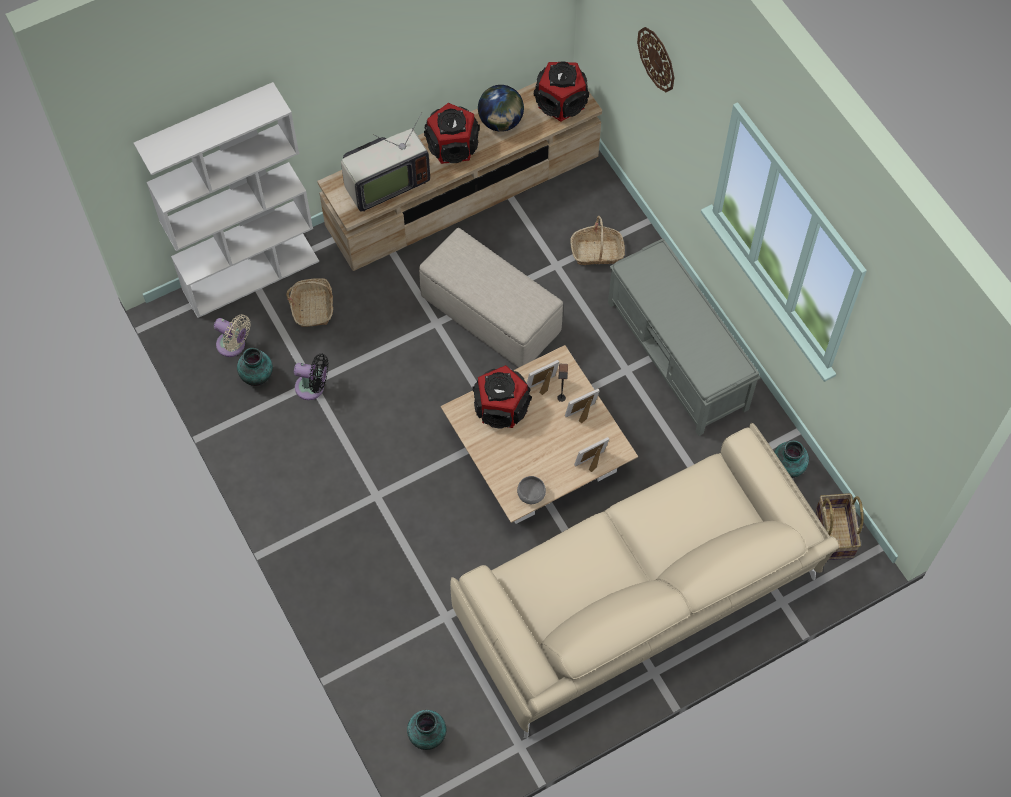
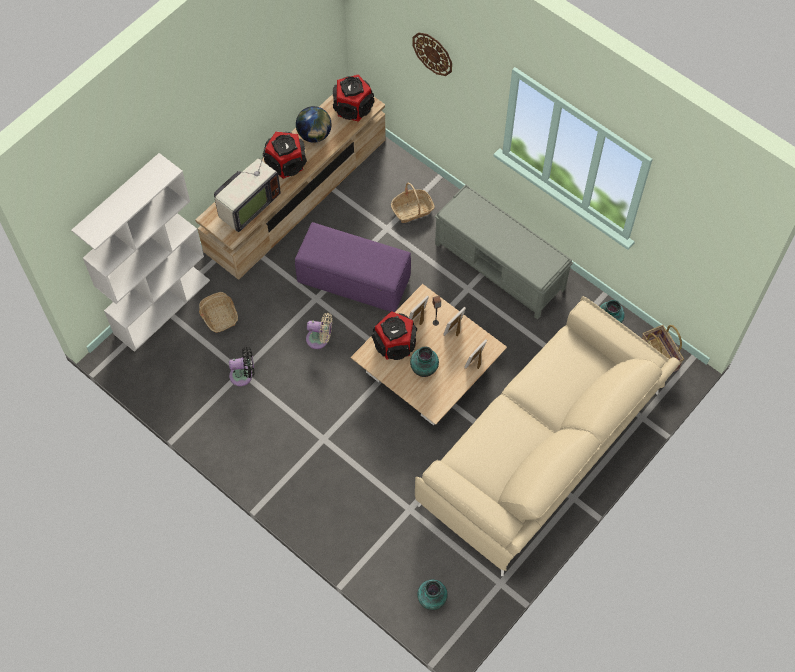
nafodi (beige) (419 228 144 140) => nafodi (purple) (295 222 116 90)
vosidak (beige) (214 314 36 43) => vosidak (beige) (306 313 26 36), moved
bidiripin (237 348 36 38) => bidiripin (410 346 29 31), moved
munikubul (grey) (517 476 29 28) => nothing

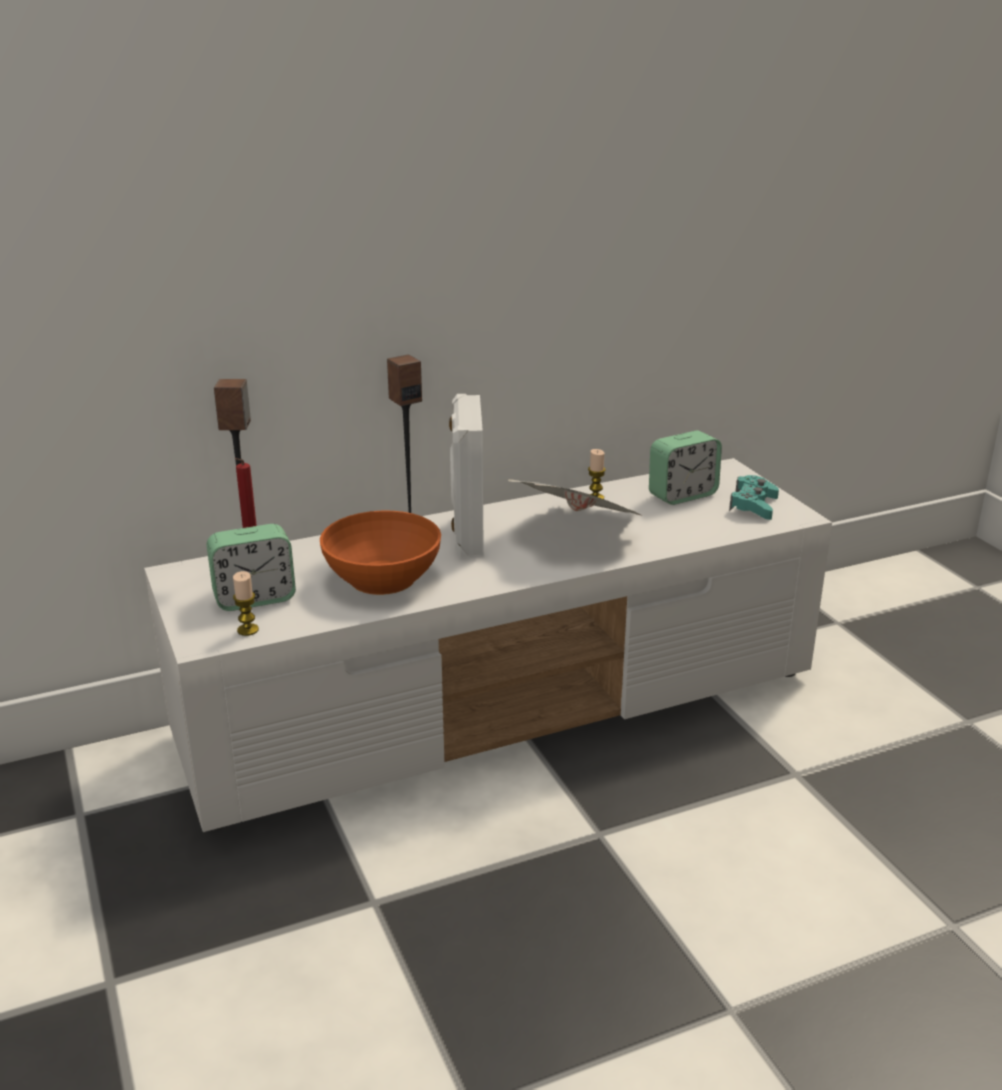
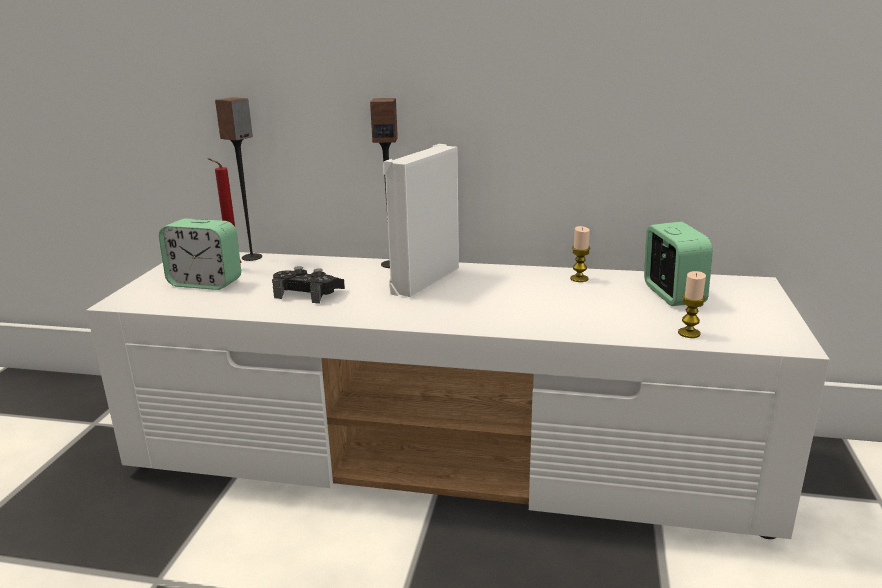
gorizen (649 431 73 74) => gorizen (644 222 69 84), 105 degrees counterclockwise
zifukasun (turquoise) (729 475 50 45) => nothing
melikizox (508 479 134 37) => nothing
munikubul (orange) (320 511 121 84) => zifukasun (black) (272 266 73 38)
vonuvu (233 571 26 65) => vonuvu (678 271 28 67), moved

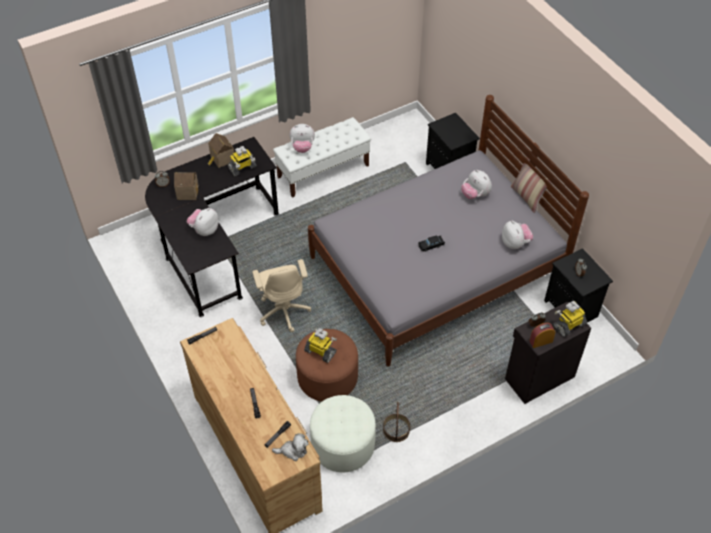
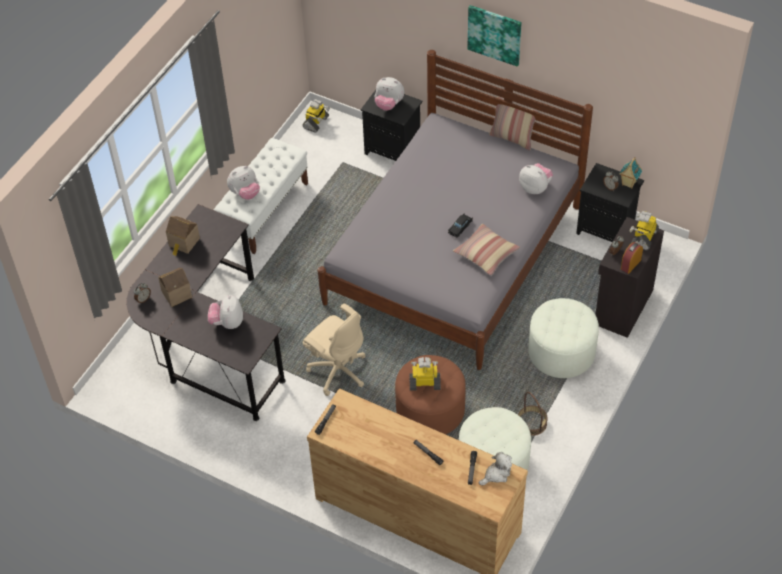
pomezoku (228 146 29 30) => pomezoku (302 99 28 34), moved
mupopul (461 170 31 29) => mupopul (375 77 29 34), moved
nothing => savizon (467 5 54 62)
nothing => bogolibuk (619 157 23 32)
nothing => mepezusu (453 224 67 52)
nothing => nafodi (white) (528 298 71 80)

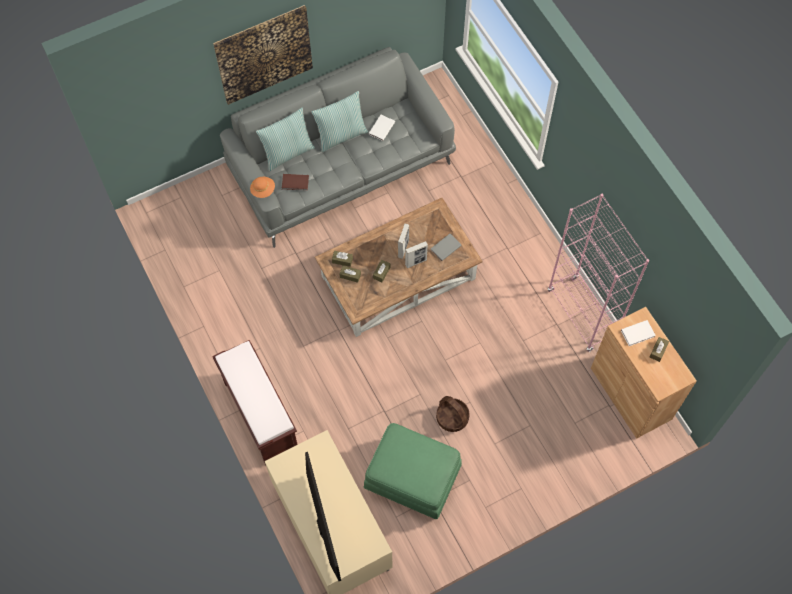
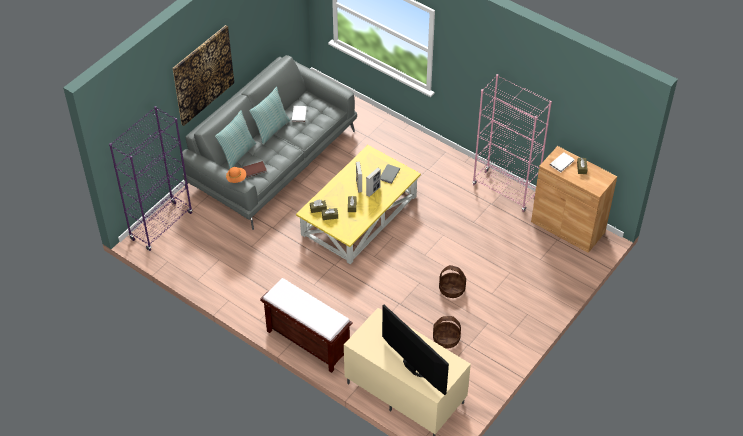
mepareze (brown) (315 198 167 139) => mepareze (yellow) (296 145 125 120)
nafodi (green) (364 423 98 96) => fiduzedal (433 316 28 33)
nothing => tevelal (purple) (109 106 83 145)

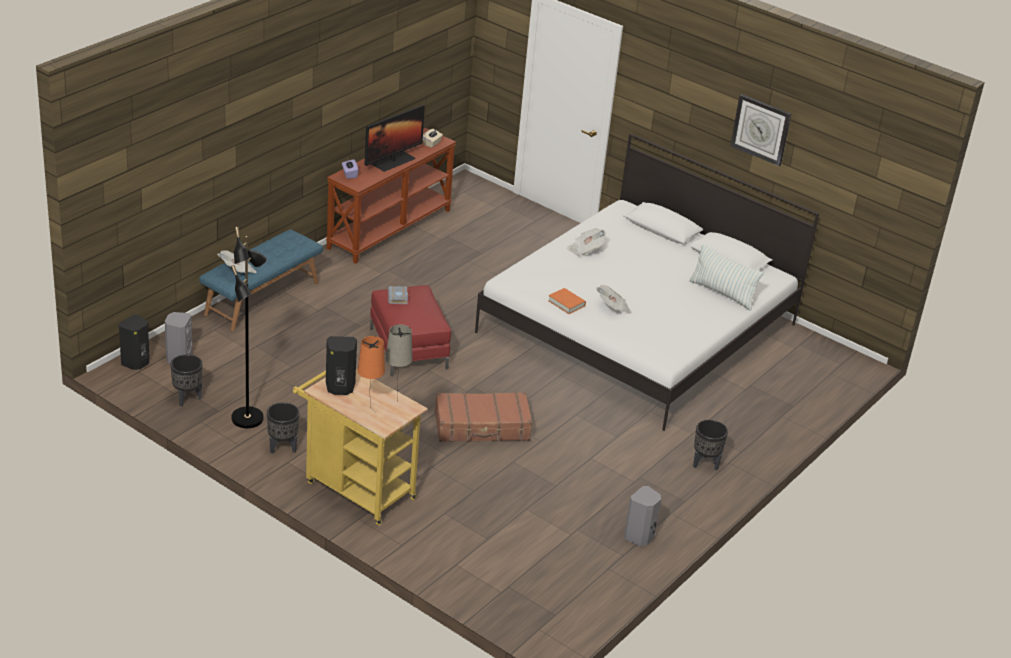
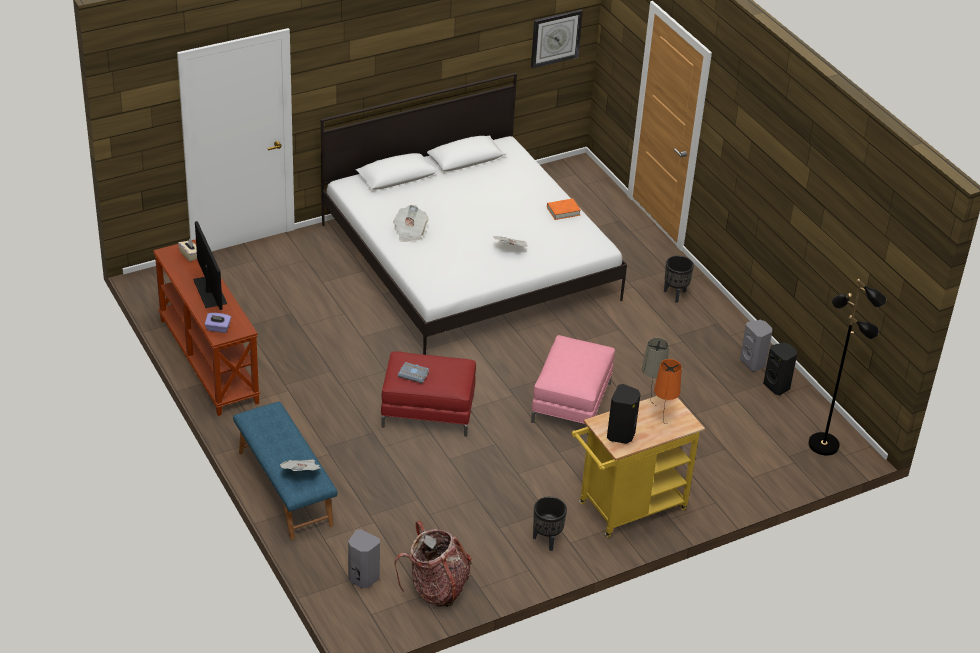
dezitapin (730 94 61 72) => dezitapin (531 10 52 58), moved
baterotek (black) (231 227 36 201) => baterotek (black) (808 279 79 177), moved
mepezusu (689 244 75 66) => nothing
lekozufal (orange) (548 288 38 26) => lekozufal (orange) (547 198 34 22), moved
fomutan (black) (119 315 31 55) => fomutan (black) (763 342 34 53), moved
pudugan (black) (170 354 32 53) => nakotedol (394 521 78 86)
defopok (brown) (435 392 97 50) => nafodi (pink) (531 335 84 101)

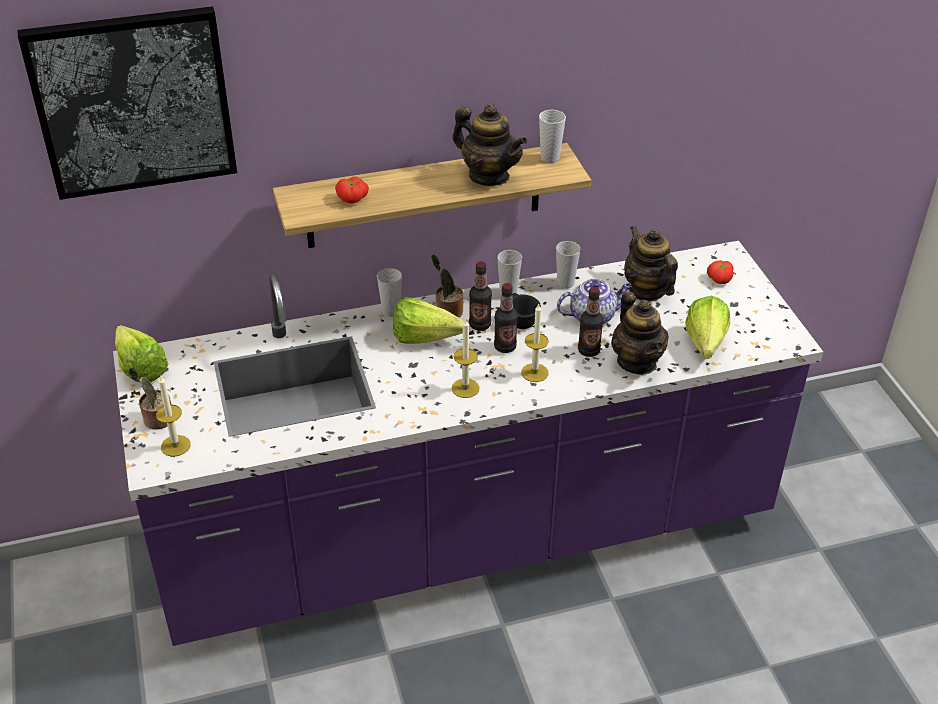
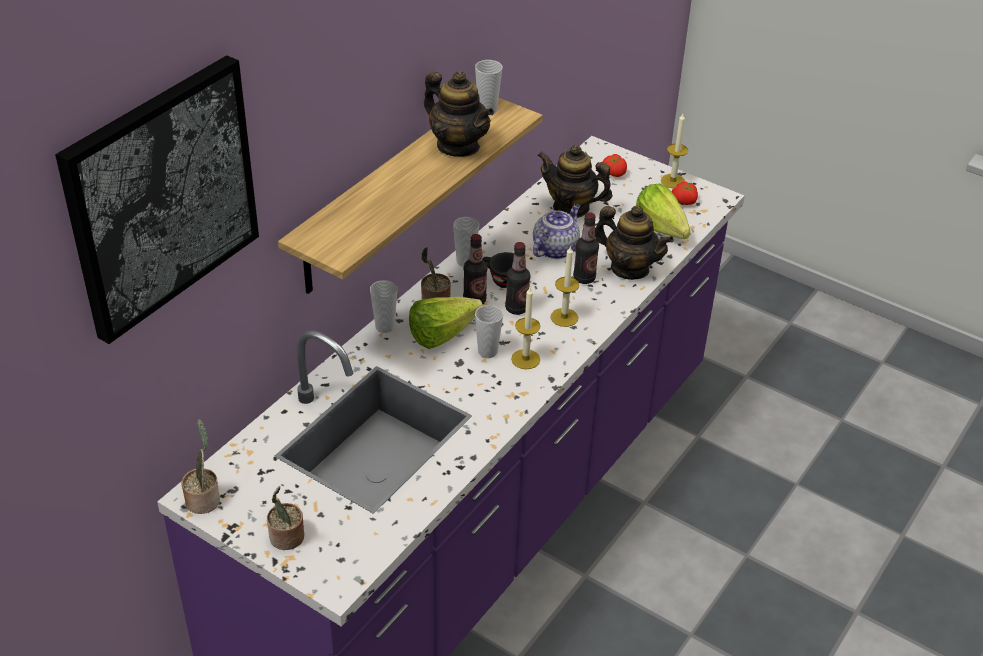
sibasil (453 104 74 82) => sibasil (424 71 70 86), 45 degrees clockwise
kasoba (335 177 34 27) => kasoba (672 181 26 24), moved
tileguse (556 241 25 48) => tileguse (475 305 28 53), moved
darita (115 325 53 57) => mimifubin (181 419 39 95)
vonuvu (156 375 35 82) => vonuvu (661 114 27 74), moved

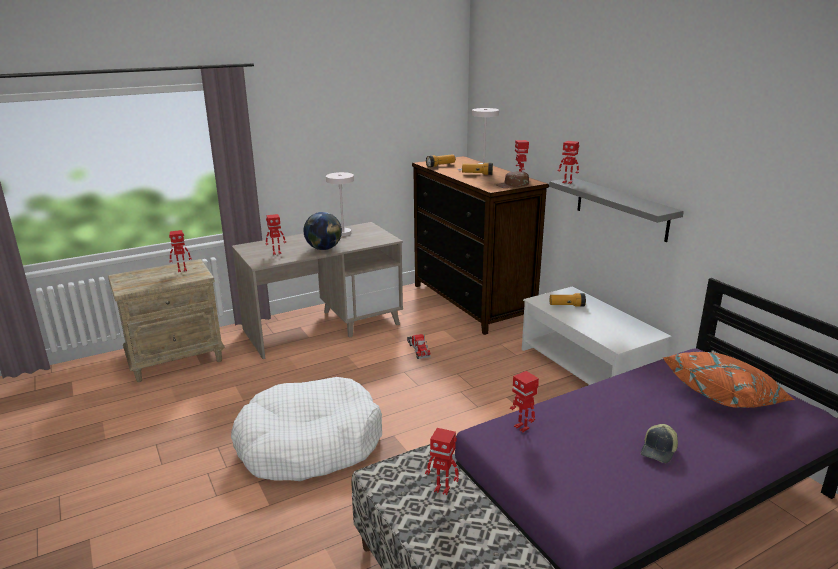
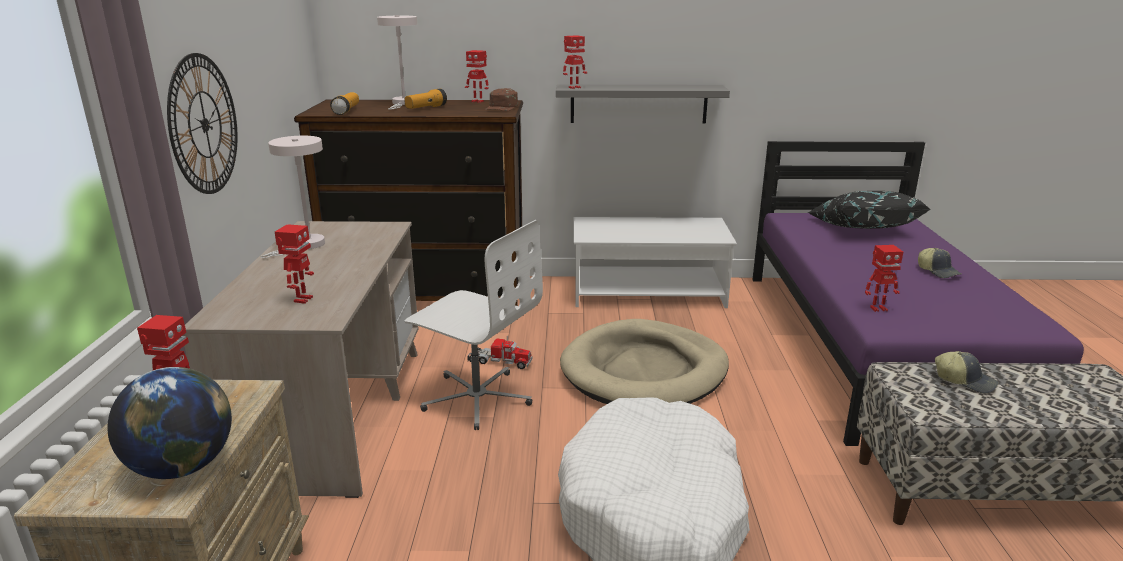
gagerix (304 212 38 38) => gagerix (107 367 125 112), moved
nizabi (549 293 37 14) => nothing
mepezusu (orange) (664 352 130 56) => mepezusu (black) (808 191 123 38)
pomezoku (425 428 34 67) => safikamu (935 351 64 43)
nothing => dezitapin (167 53 70 141)
nothing => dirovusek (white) (405 220 138 210)
nothing => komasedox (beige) (560 319 169 85)

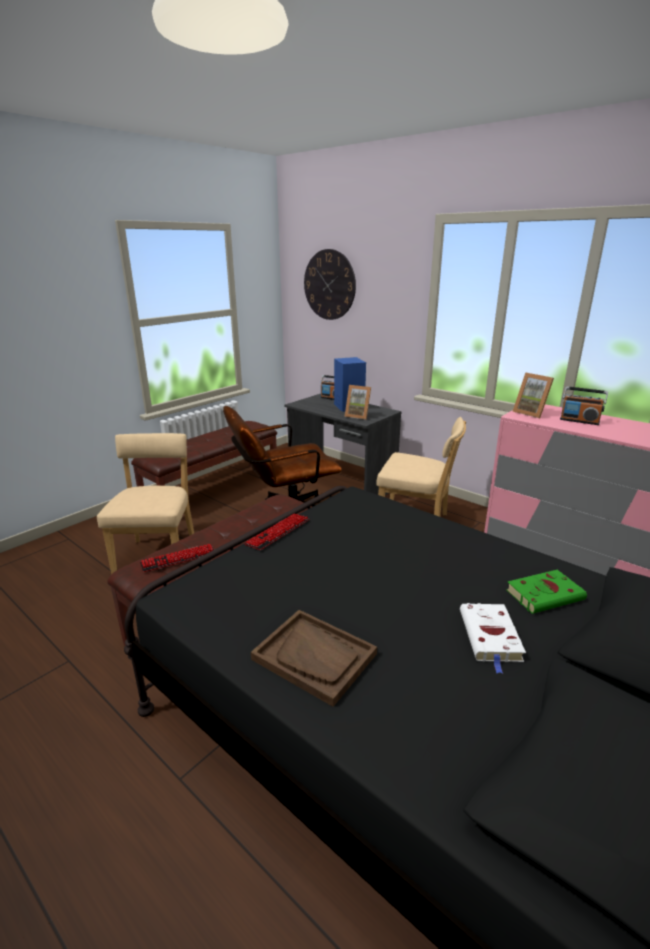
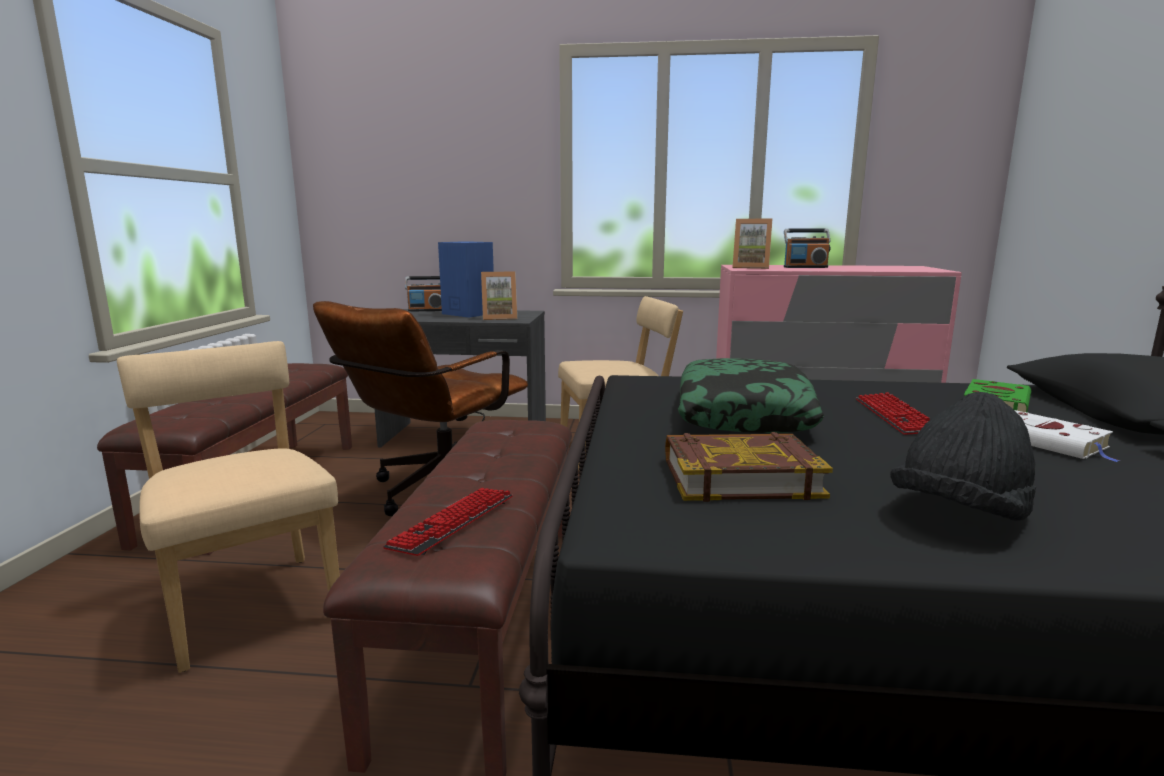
dezitapin (304 249 52 71) => nothing
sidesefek (245 513 64 37) => sidesefek (856 392 74 43), moved
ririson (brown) (251 610 126 97) => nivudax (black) (890 392 146 129)
nothing => mepezusu (678 358 146 75)
nothing => lekozufal (665 432 168 70)

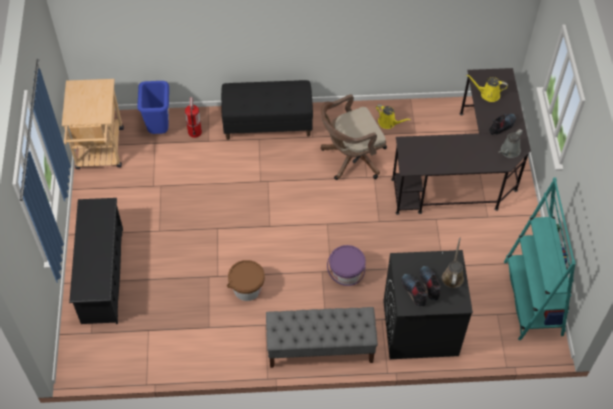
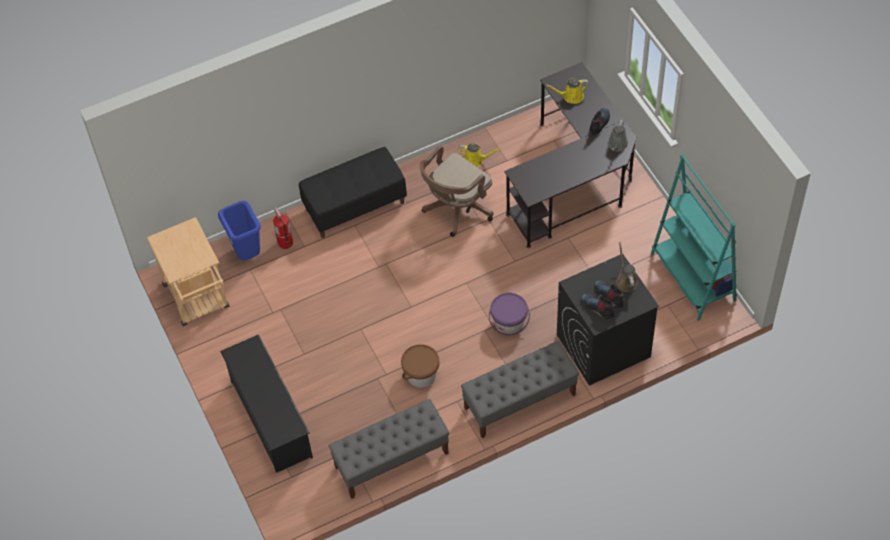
nothing => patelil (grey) (328 399 122 100)

